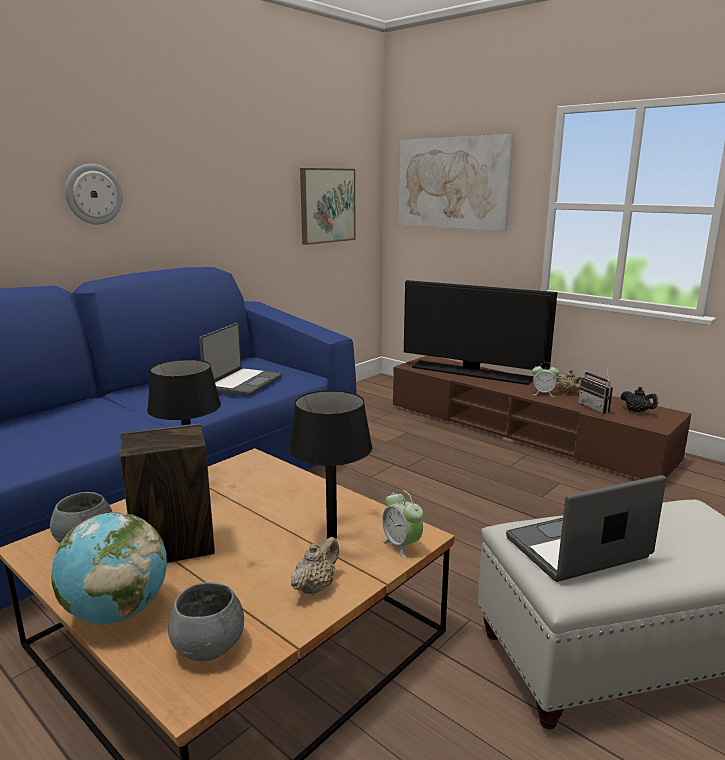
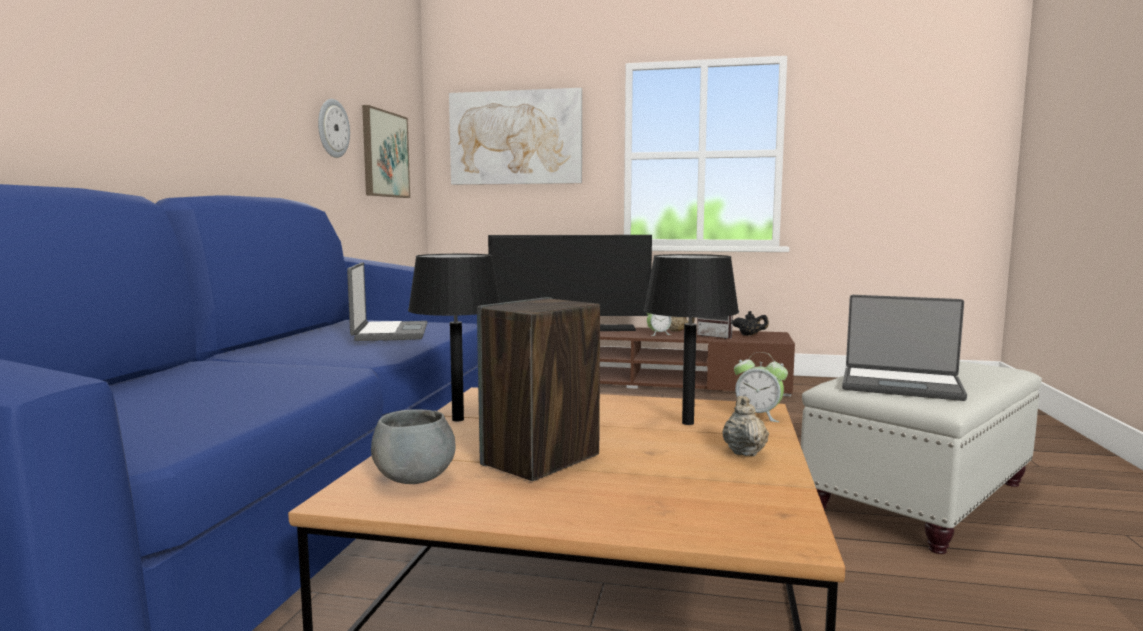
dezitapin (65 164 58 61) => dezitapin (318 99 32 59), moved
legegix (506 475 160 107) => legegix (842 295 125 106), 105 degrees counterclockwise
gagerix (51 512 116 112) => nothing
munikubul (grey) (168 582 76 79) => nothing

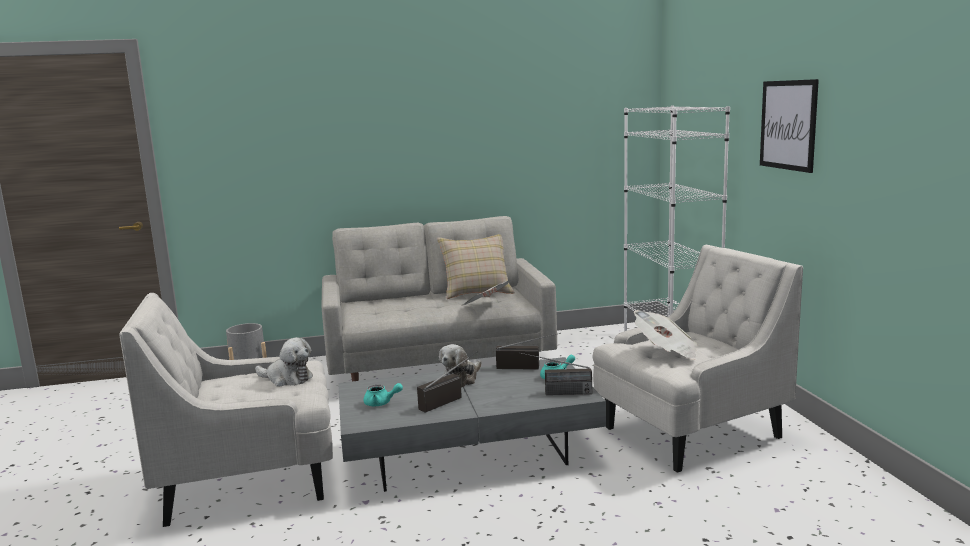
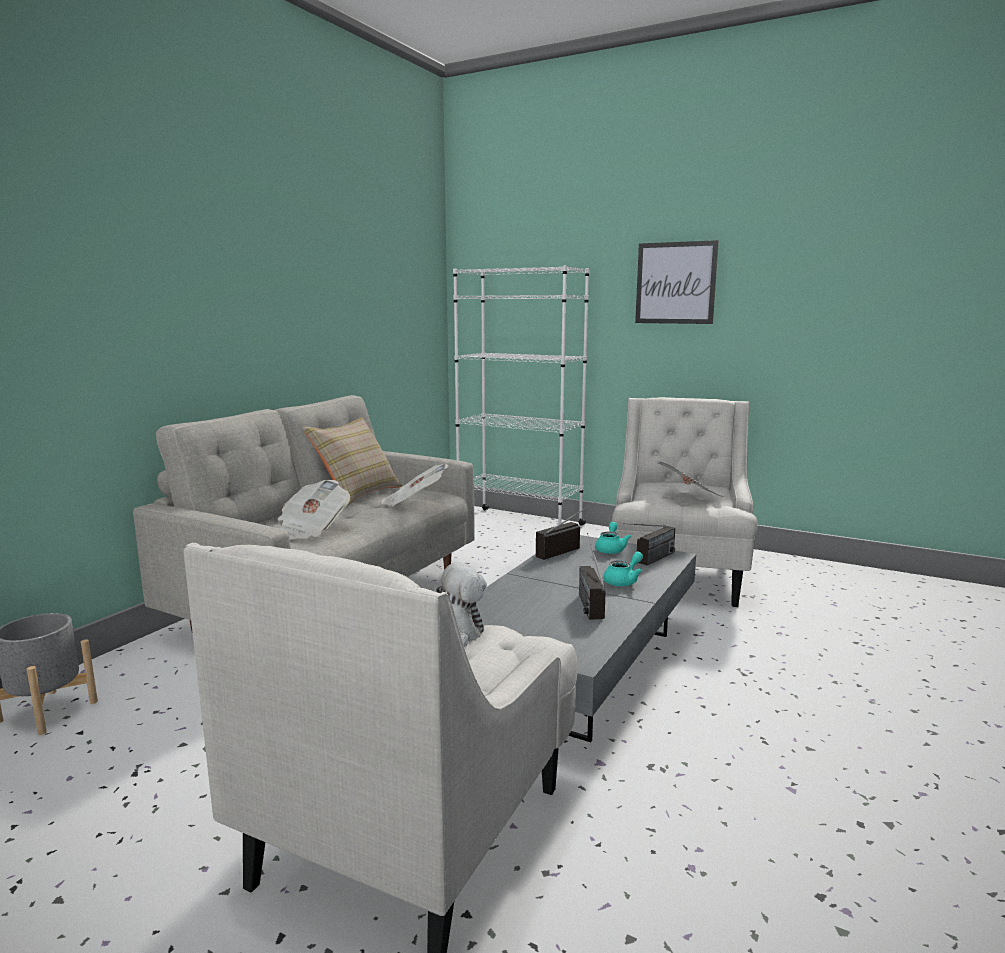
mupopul (439 344 43 44) => nothing
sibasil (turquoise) (364 383 39 23) => sibasil (turquoise) (603 552 40 34), moved
nothing => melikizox (278 479 72 61)

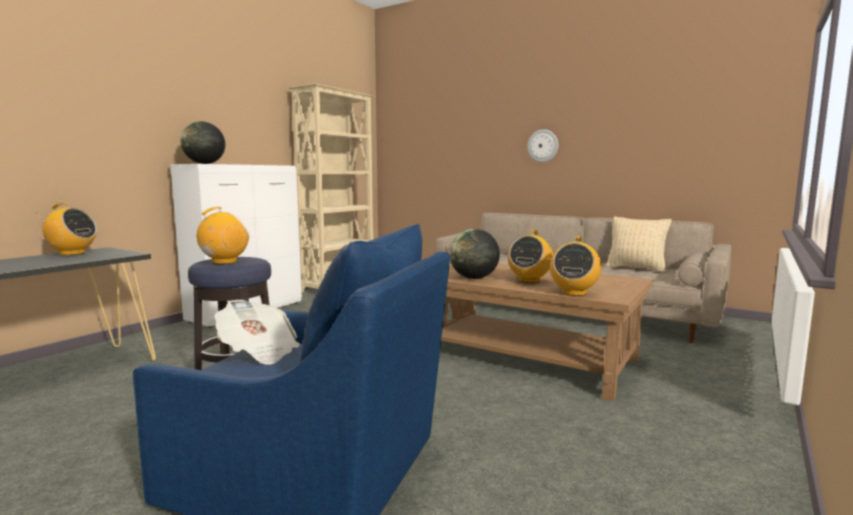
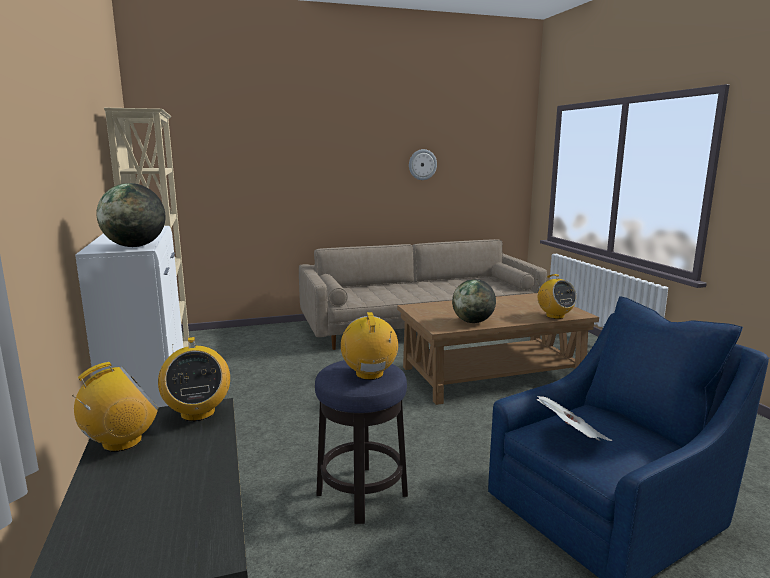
dezitapin (527 129 31 33) => dezitapin (409 149 28 31), moved
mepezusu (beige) (606 217 66 55) => nothing
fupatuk (508 230 45 53) => fupatuk (158 337 72 84), moved

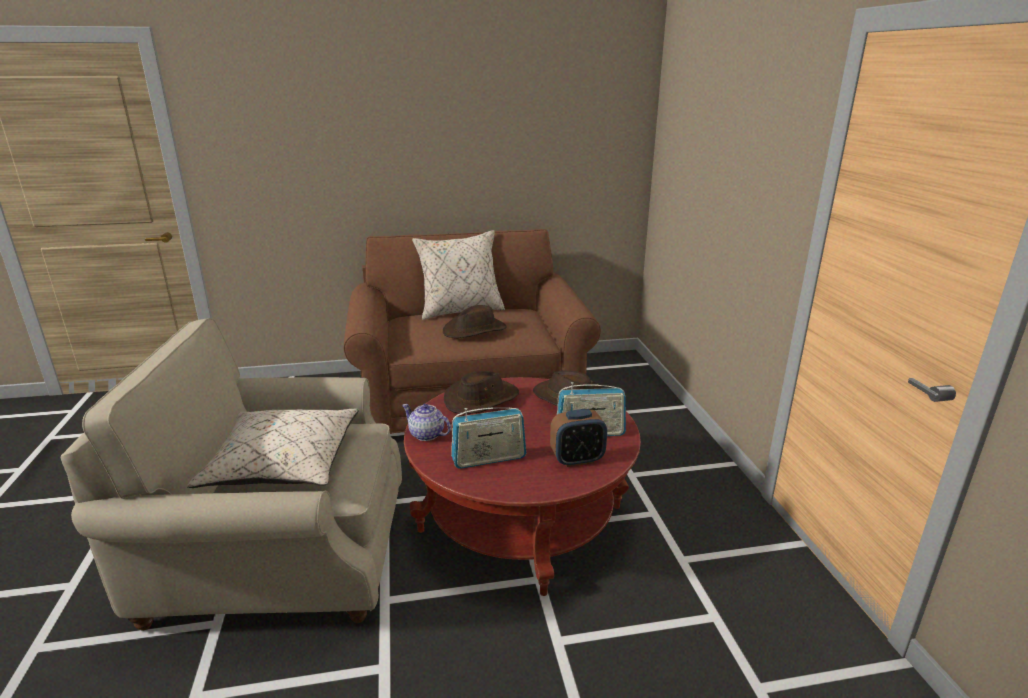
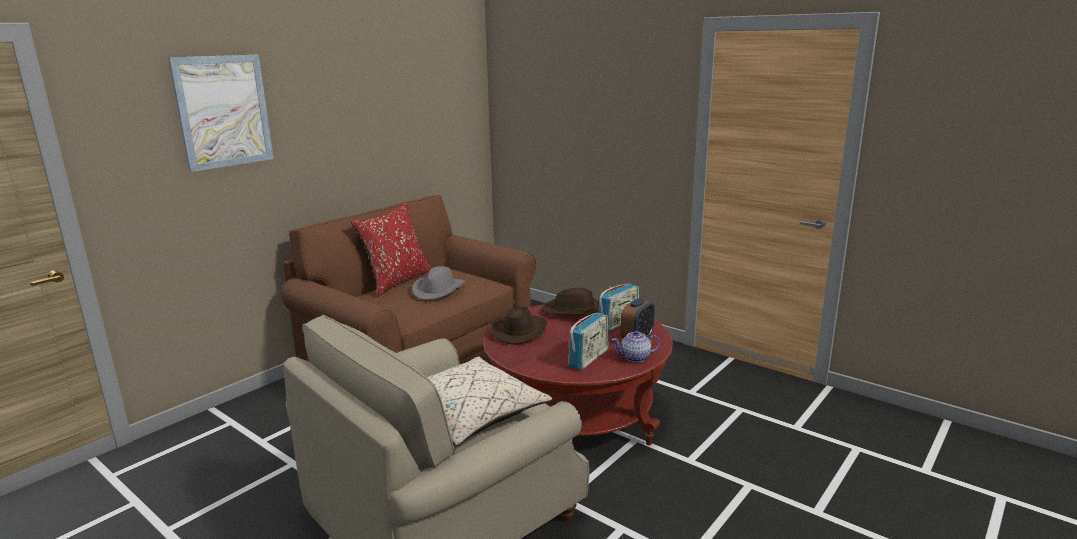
mepezusu (beige) (412 230 93 90) => mepezusu (red) (351 202 80 94)
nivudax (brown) (443 305 64 33) => nivudax (grey) (412 266 54 34)
sibasil (402 404 49 37) => sibasil (612 330 48 33), moved
nothing => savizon (168 55 106 117)

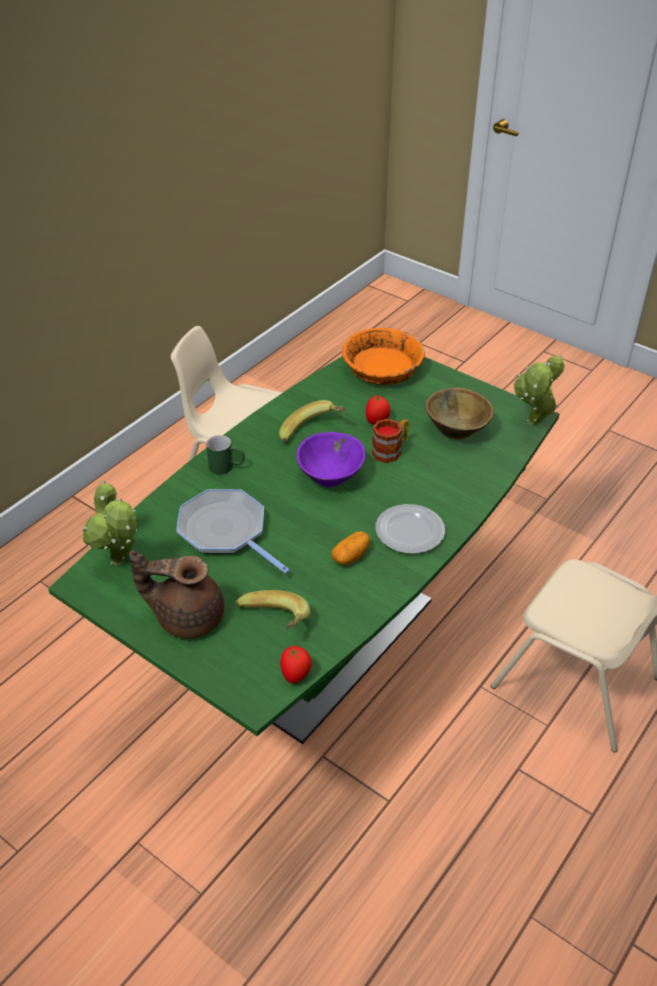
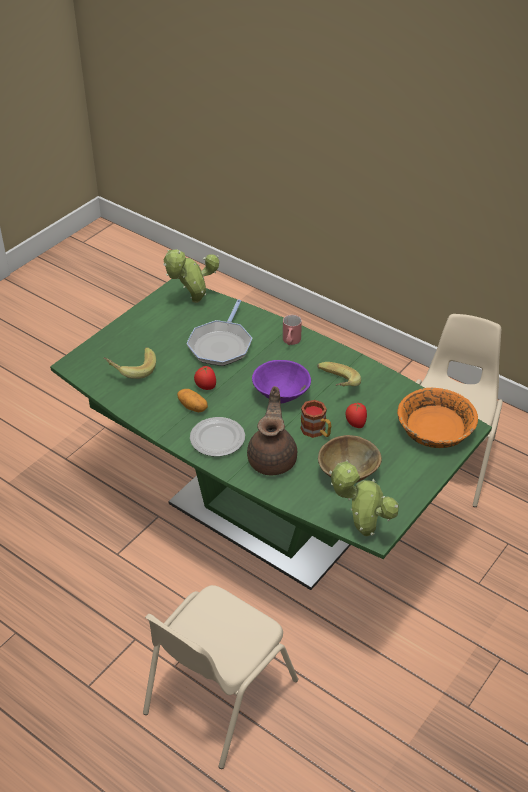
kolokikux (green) (206 435 39 40) => kolokikux (red) (283 315 19 30)
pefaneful (176 489 114 85) => pefaneful (187 299 65 67), 150 degrees clockwise
sibasil (brown) (129 550 95 89) => sibasil (brown) (247 386 50 89), moved
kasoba (280 646 32 37) => kasoba (194 366 22 24), moved

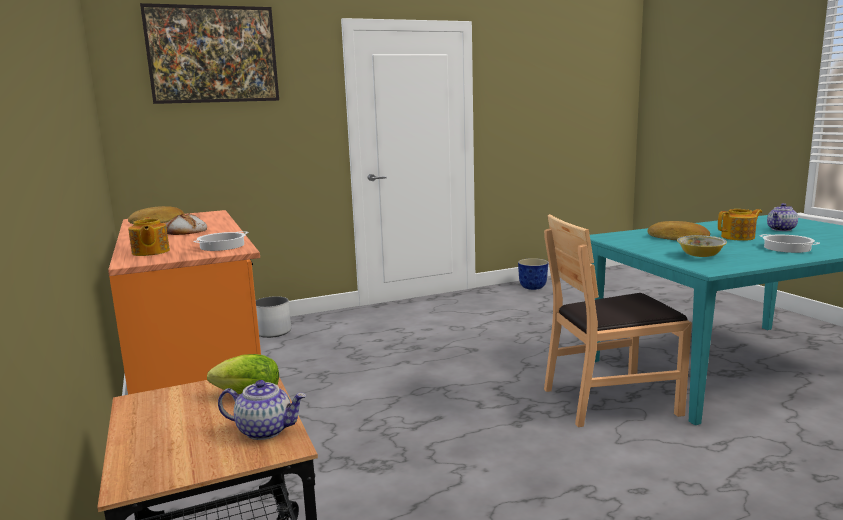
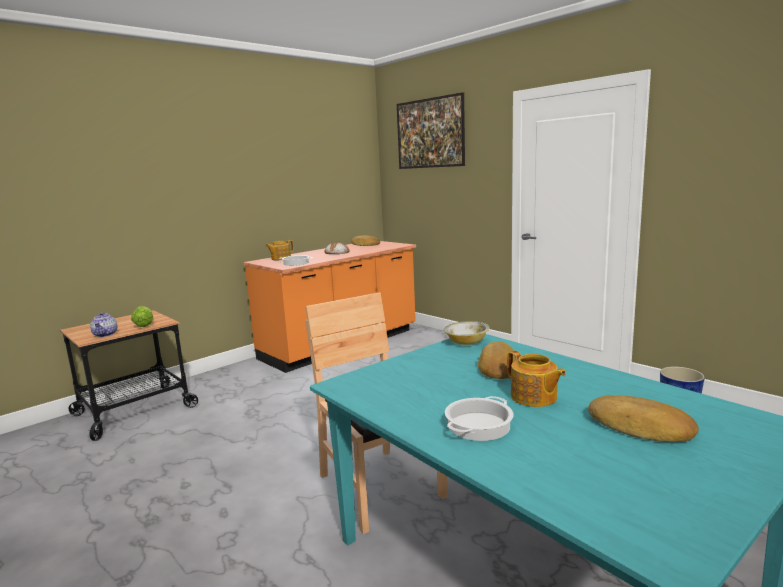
sibasil (767 203 31 28) => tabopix (588 395 111 47)
munikubul (677 235 50 22) => munikubul (444 321 46 24), moved
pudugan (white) (256 296 35 42) => nothing

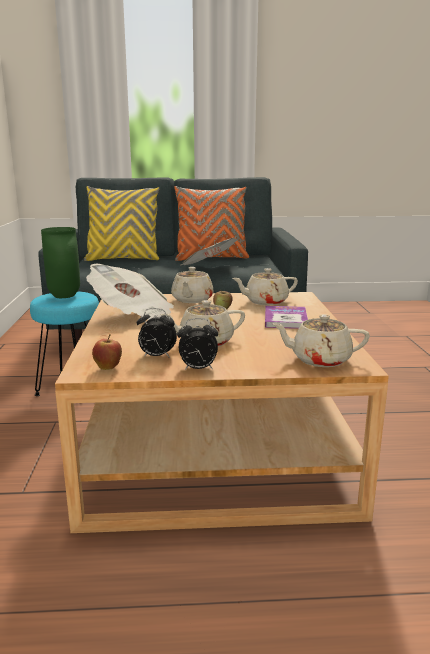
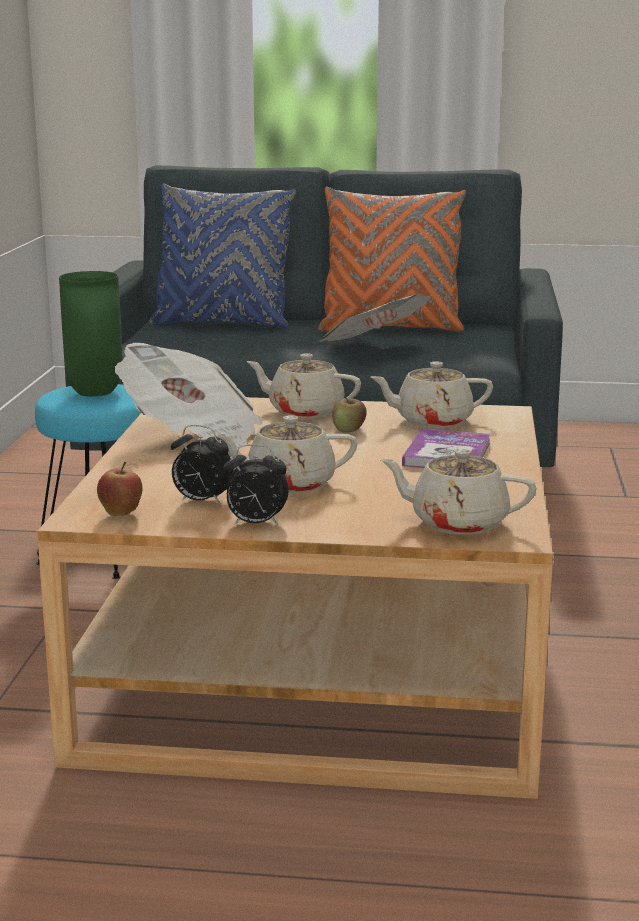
mepezusu (yellow) (84 186 76 75) => mepezusu (blue) (149 183 147 145)
sibasil (beige) (171 267 43 36) => sibasil (beige) (246 353 115 65), 90 degrees clockwise

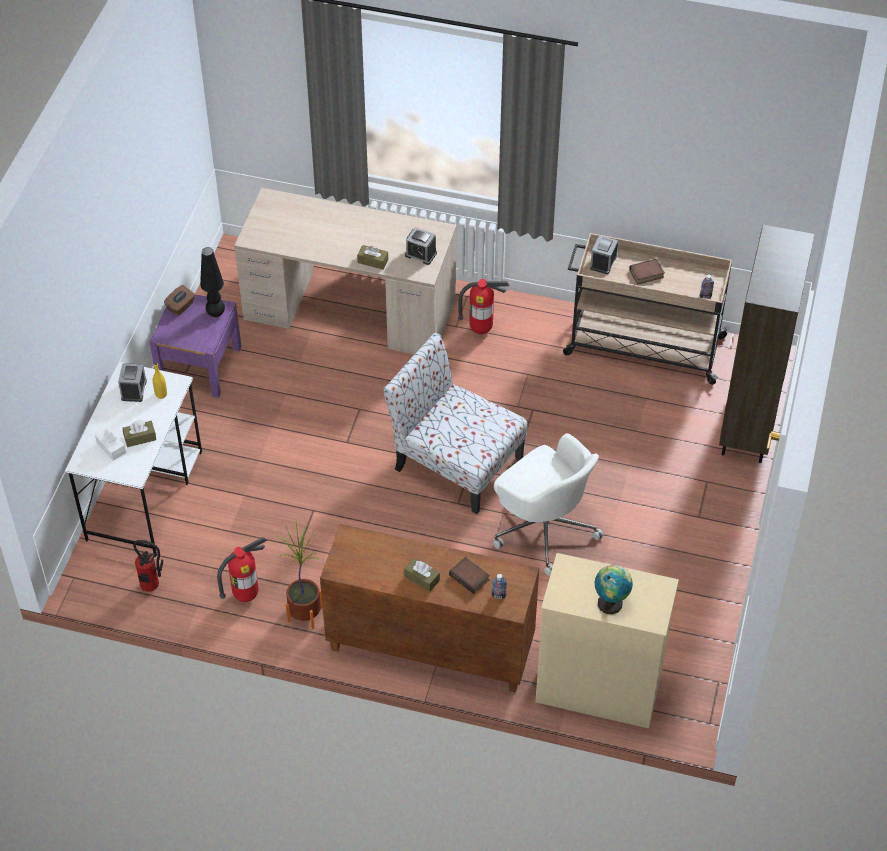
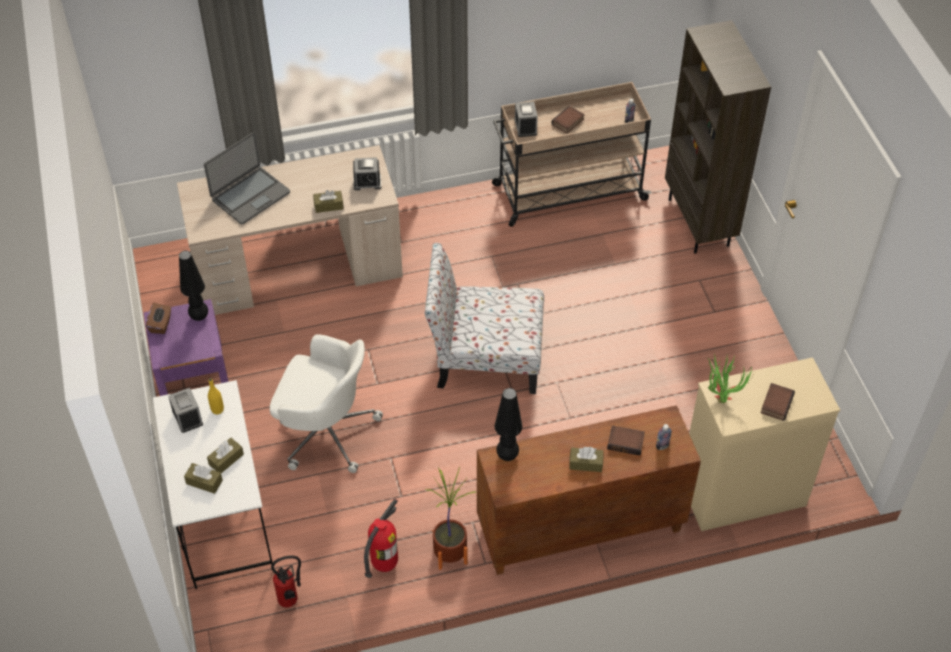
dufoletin (458 279 51 55) => nothing
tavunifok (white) (95 427 31 34) => tavunifok (brown) (184 463 39 31)
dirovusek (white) (493 433 111 143) => dirovusek (white) (270 334 113 139), moved
gagerix (595 565 38 49) => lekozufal (761 383 34 38)
nothing => legegix (204 132 86 92)
nothing => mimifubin (708 354 46 49)
nothing => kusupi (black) (495 388 27 73)

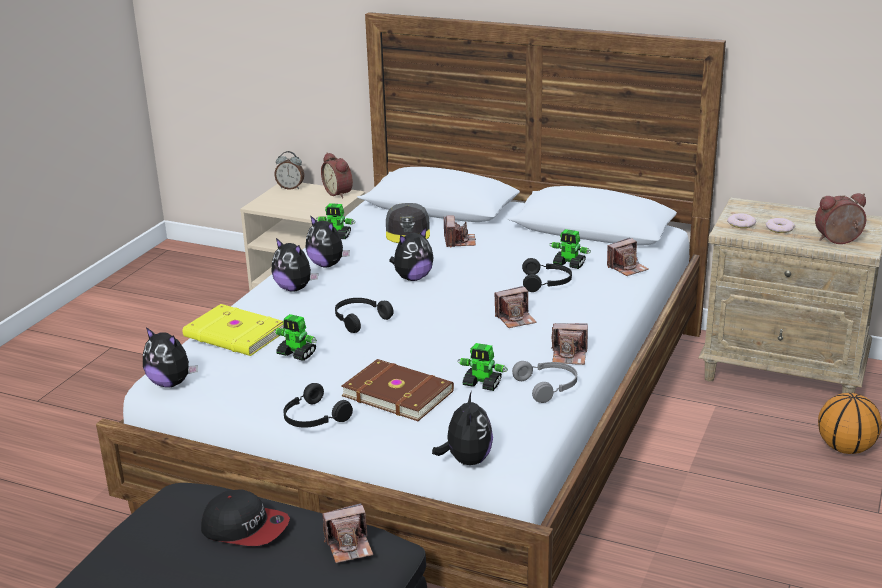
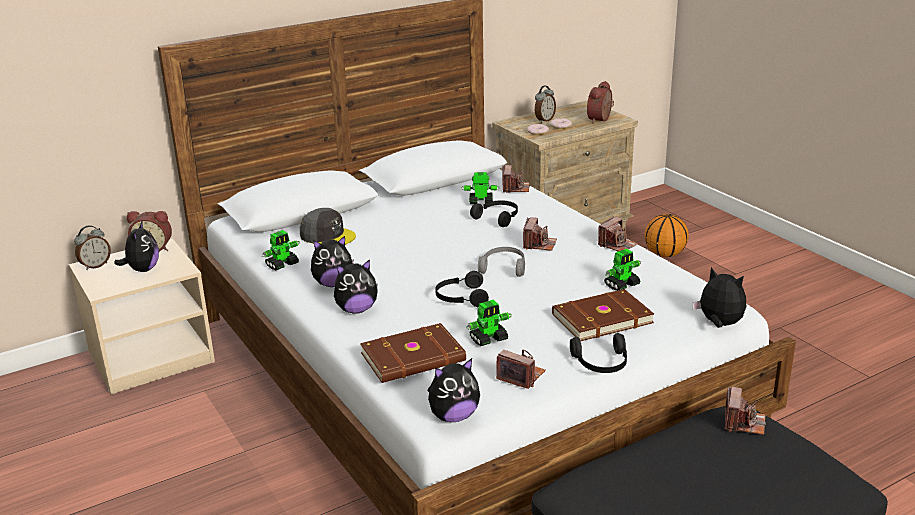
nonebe (444 216 32 31) => nonebe (496 349 50 40), moved
mupopul (389 228 45 53) => mupopul (115 222 44 50), moved
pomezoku (550 229 41 40) => pomezoku (461 172 39 32), 150 degrees counterclockwise
lekozufal (yellow) (183 304 101 52) => lekozufal (brown) (360 323 106 60)
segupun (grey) (512 361 65 42) => segupun (grey) (478 247 47 30), moved
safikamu (201 490 89 56) => nothing
nothing => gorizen (535 86 21 37)

